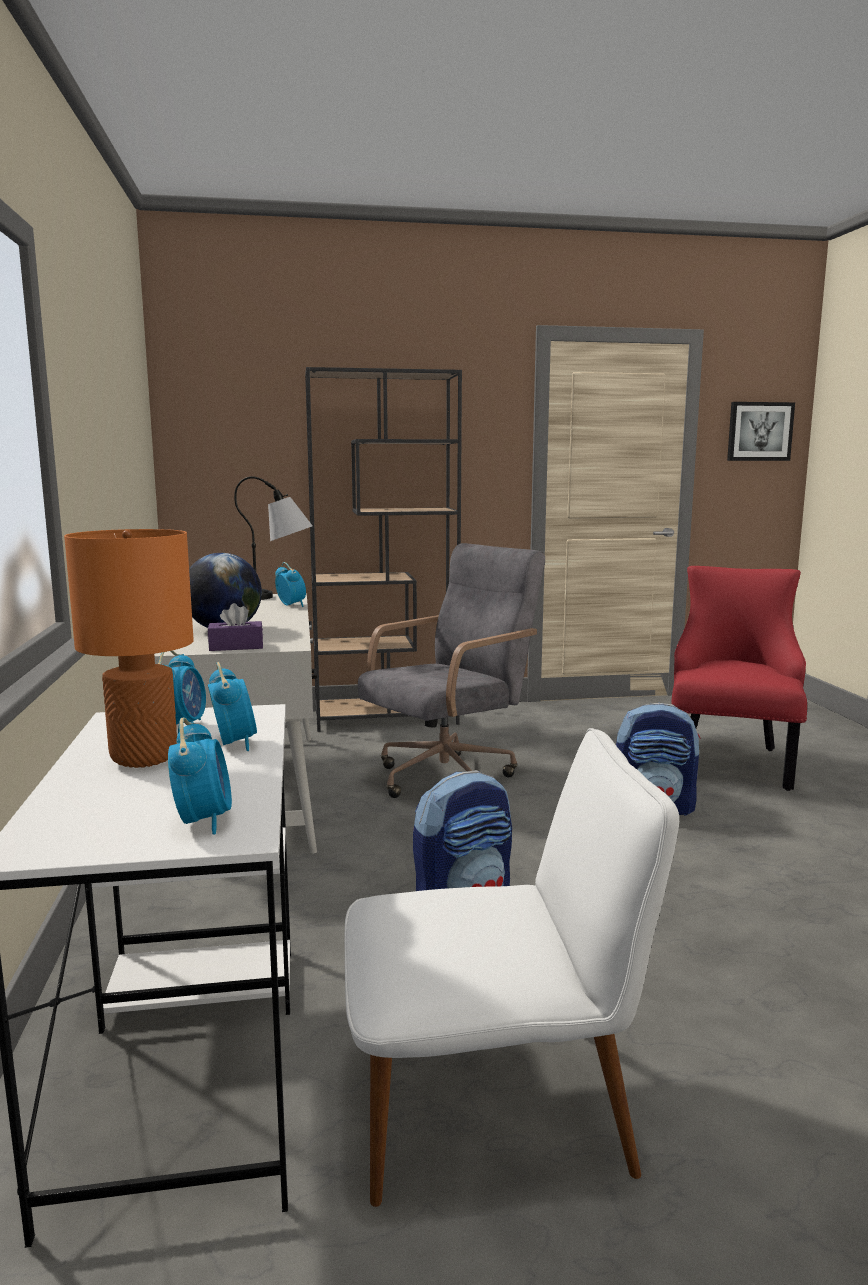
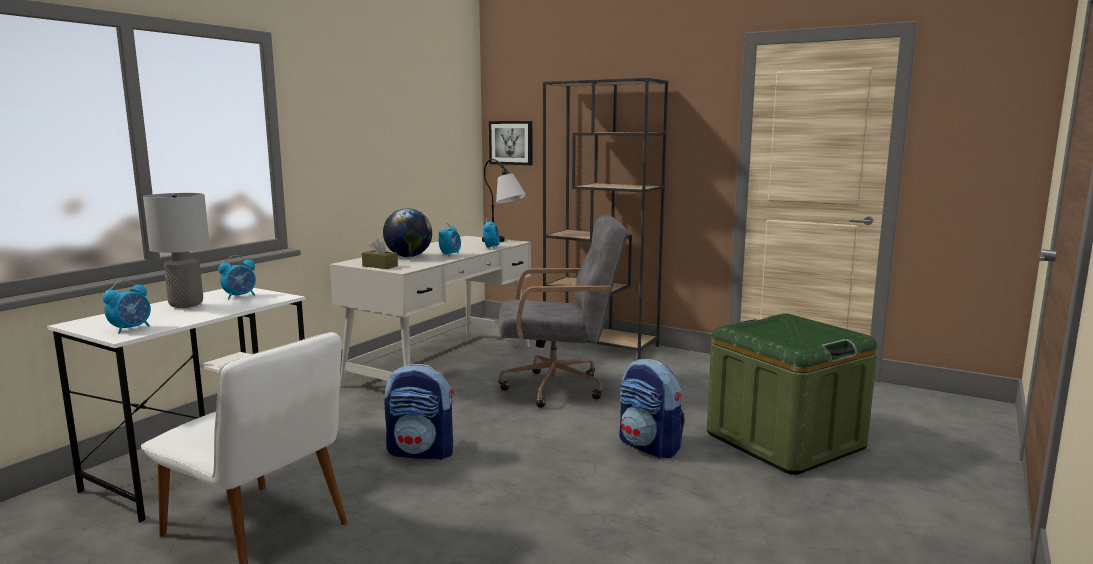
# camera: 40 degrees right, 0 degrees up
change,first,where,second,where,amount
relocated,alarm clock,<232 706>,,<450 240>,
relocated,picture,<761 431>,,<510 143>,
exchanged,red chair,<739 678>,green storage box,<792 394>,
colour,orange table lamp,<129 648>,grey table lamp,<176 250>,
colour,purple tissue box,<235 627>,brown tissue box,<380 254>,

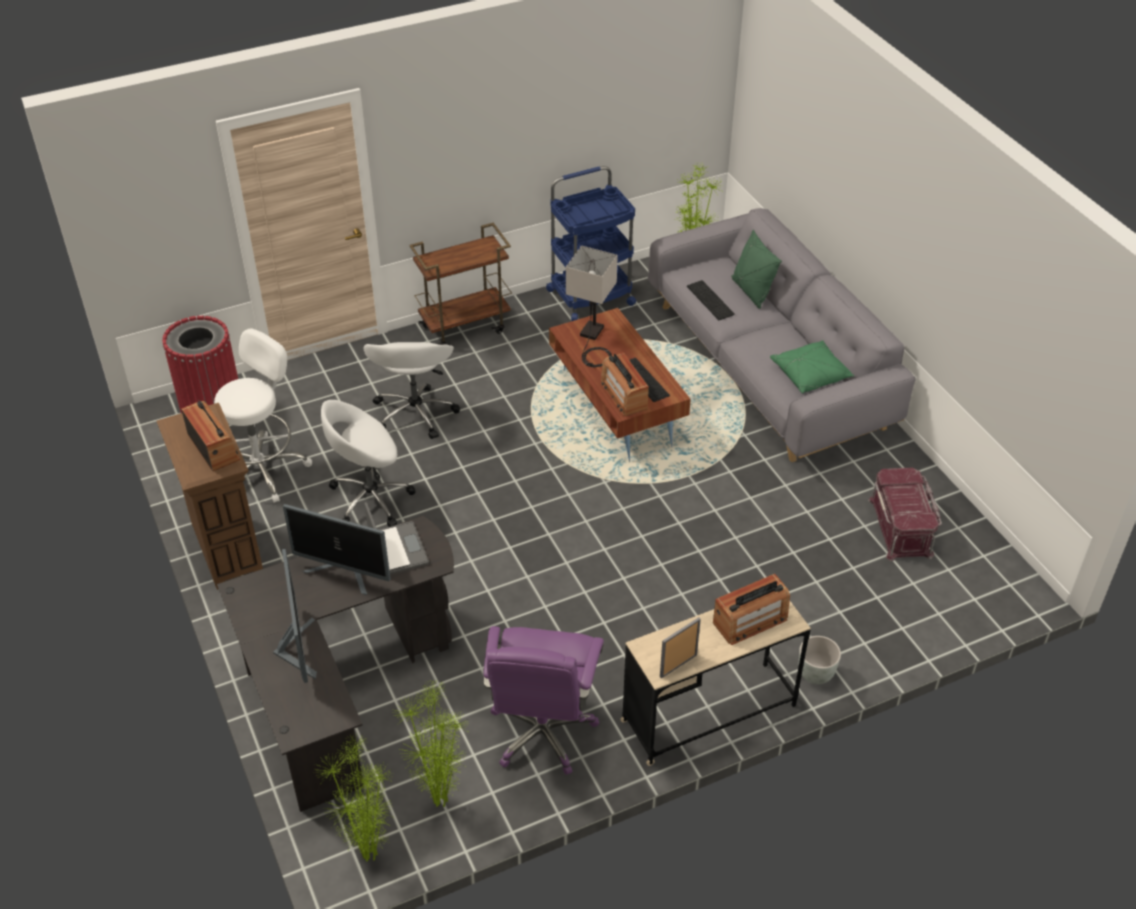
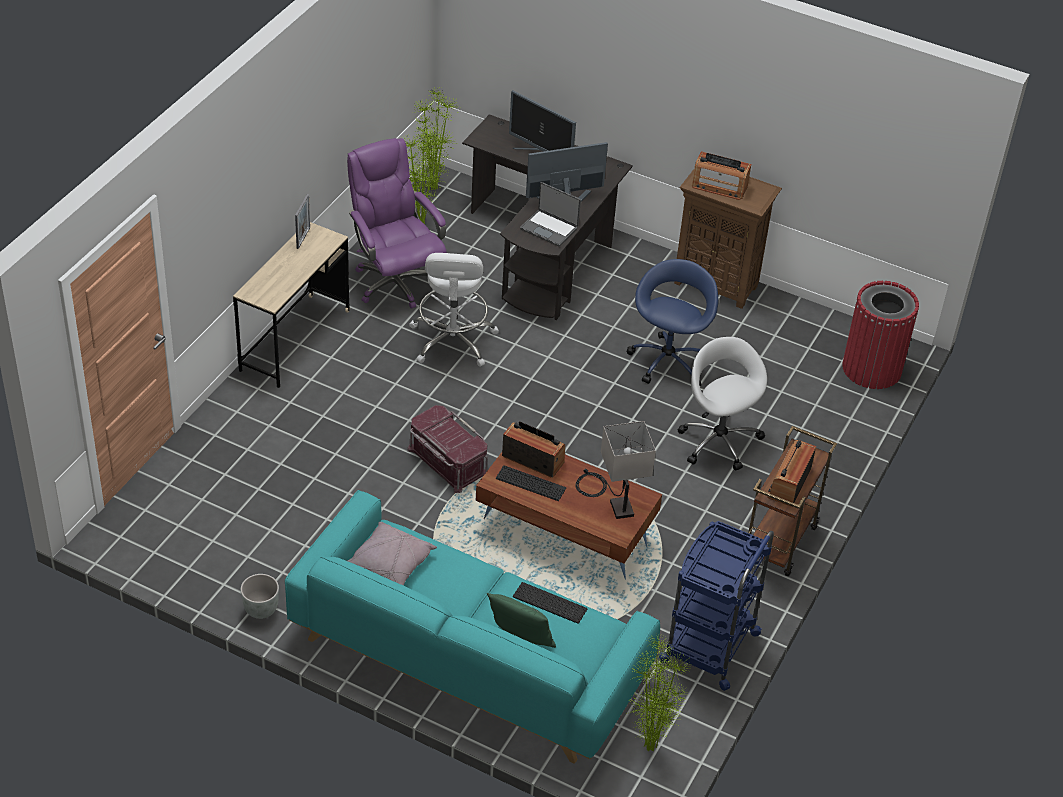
# camera: 140 degrees right, 0 degrees up
change,first,where,second,where,amount
relocated,white stool,<263 415>,,<454 310>,
relocated,radio,<751 609>,,<791 473>,
relocated,grey planter,<820 660>,,<260 596>,
relocated,red storage box,<905 514>,,<447 449>,
colour,white office chair,<368 463>,blue office chair,<673 322>,
colour,grey sofa,<782 335>,turquoise sofa,<472 627>,
colour,green pillow,<812 367>,purple pillow,<392 554>,

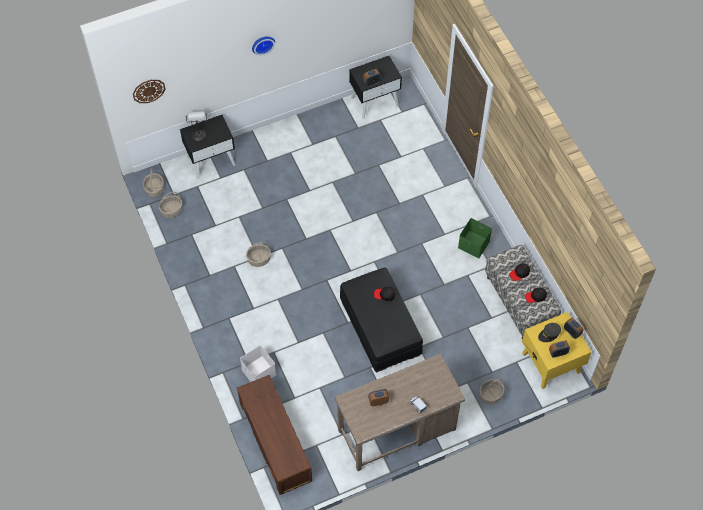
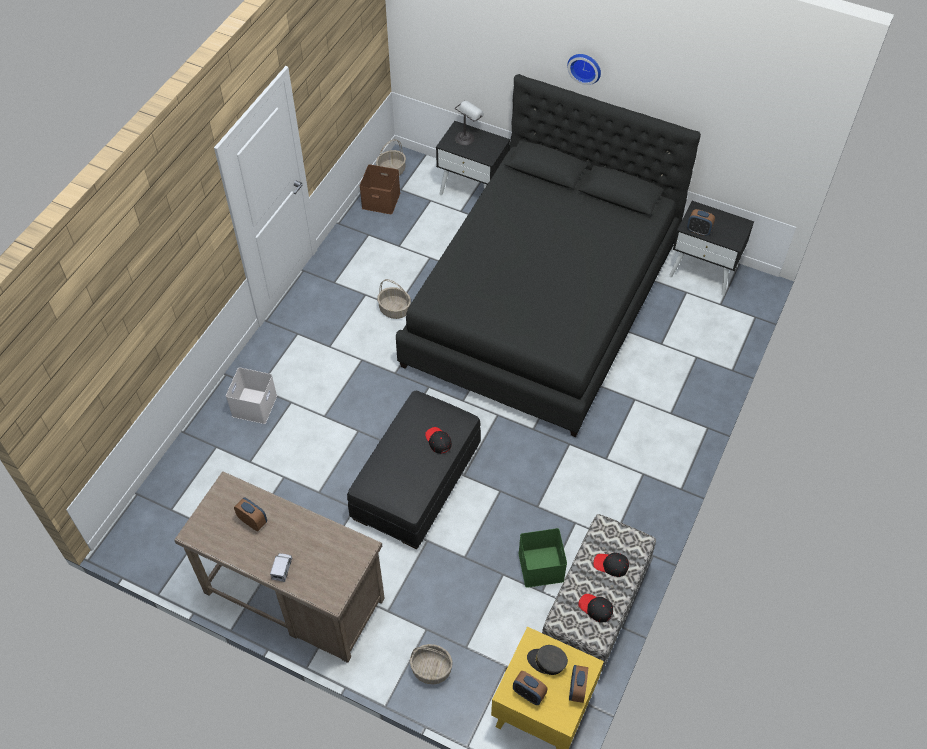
# camera: 50 degrees right, 5 degrees down
change,first,where,second,where,amount
missing,wall clock,<149 91>,,,
missing,brown bench,<274 435>,,,
appeared,,,black bed,<548 255>,
relocated,green storage box,<475 238>,,<542 558>,
exchanged,basket,<170 205>,brown storage box,<380 189>,

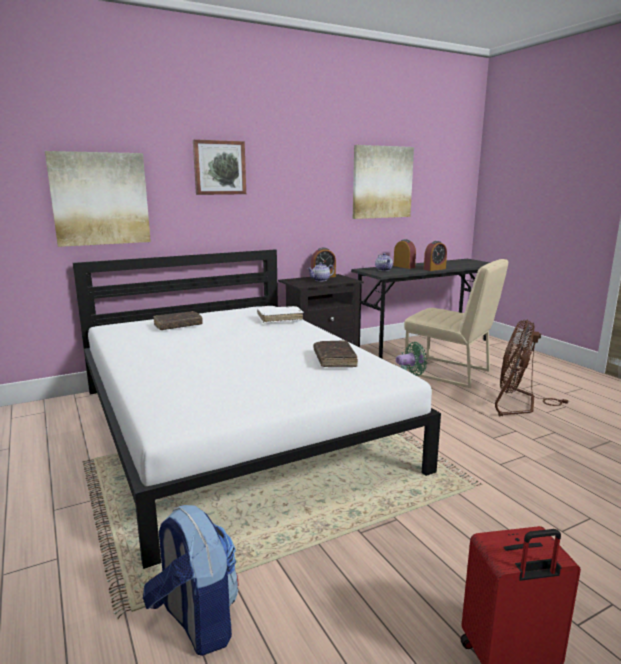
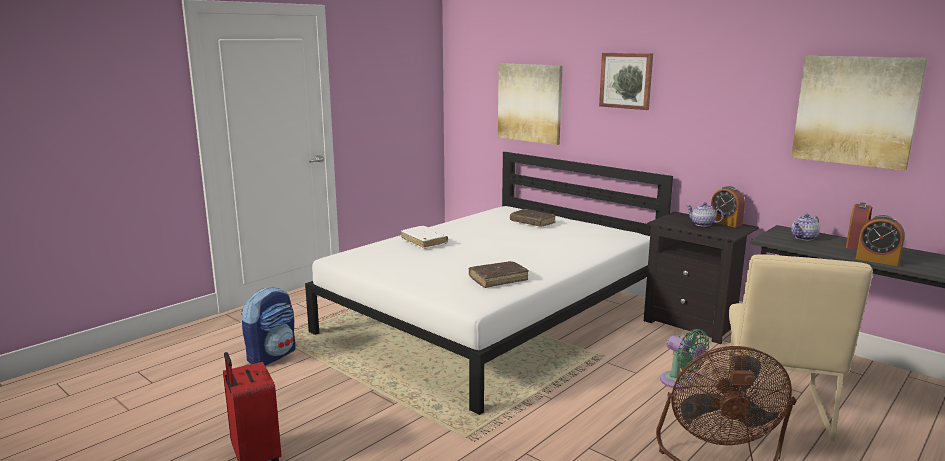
# camera: 70 degrees right, 0 degrees up
change,first,where,second,where,amount
relocated,white book,<280 314>,,<424 237>,

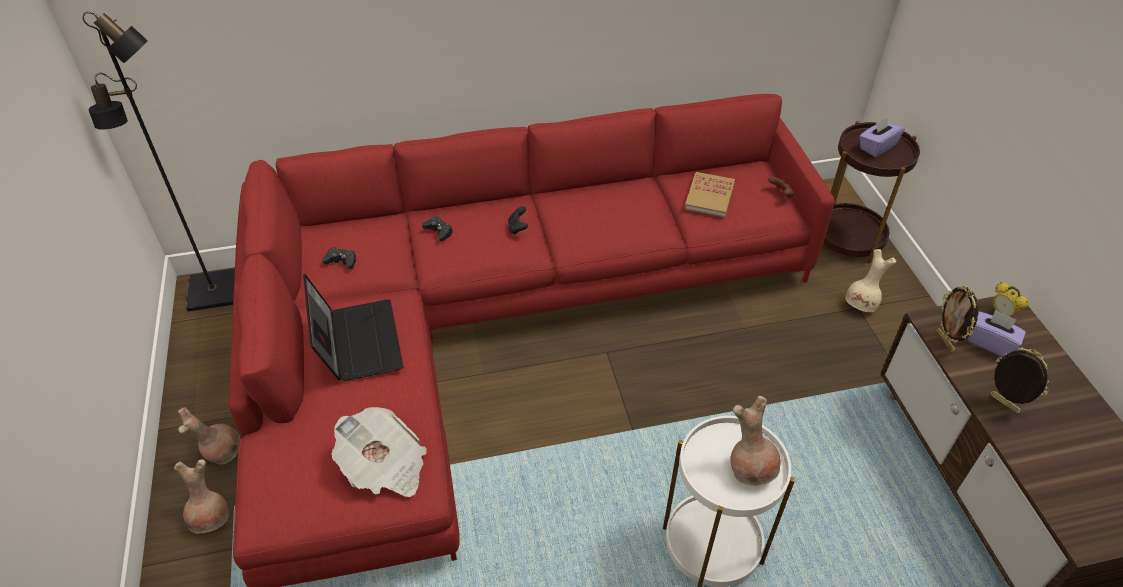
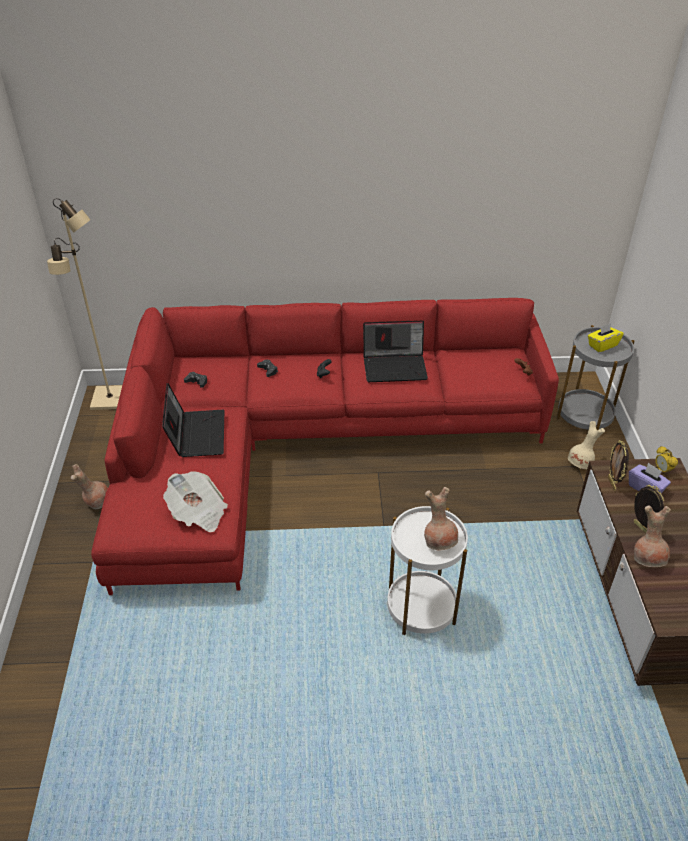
# camera: 10 degrees right, 5 degrees down
change,first,where,second,where,amount
missing,book,<709 195>,,,
appeared,,,laptop,<395 351>,
relocated,brown vase,<201 496>,,<652 536>,
colour,black floor lamp,<158 162>,beige floor lamp,<84 304>,
colour,brown side table,<871 192>,grey side table,<595 377>,
colour,purple tissue box,<882 137>,yellow tissue box,<605 337>,

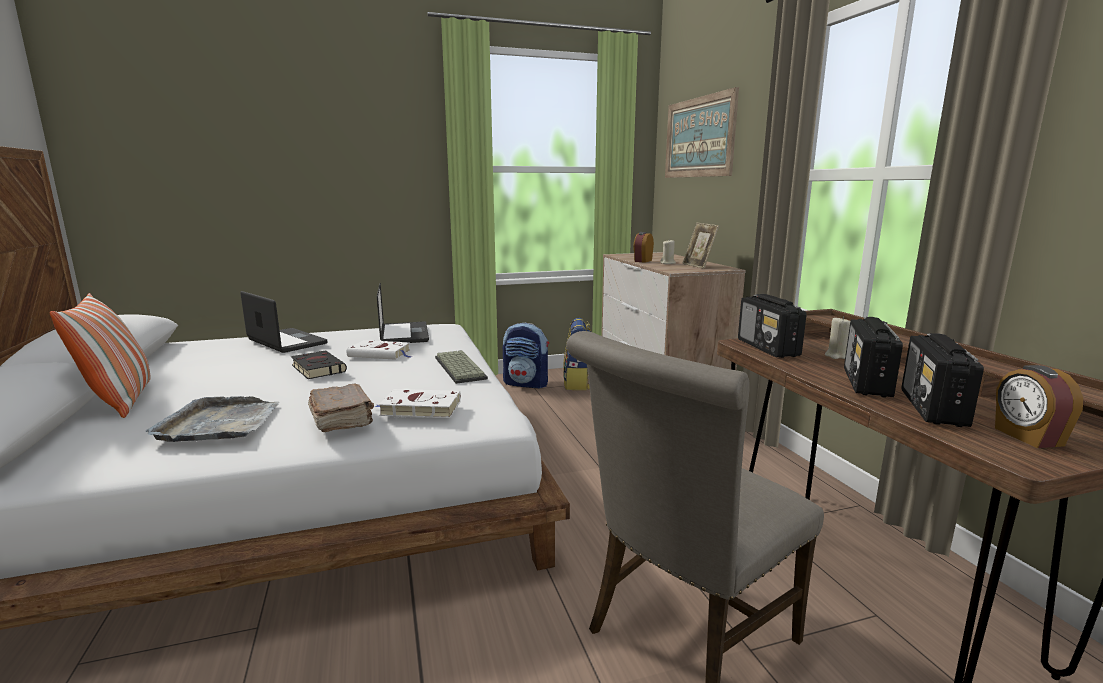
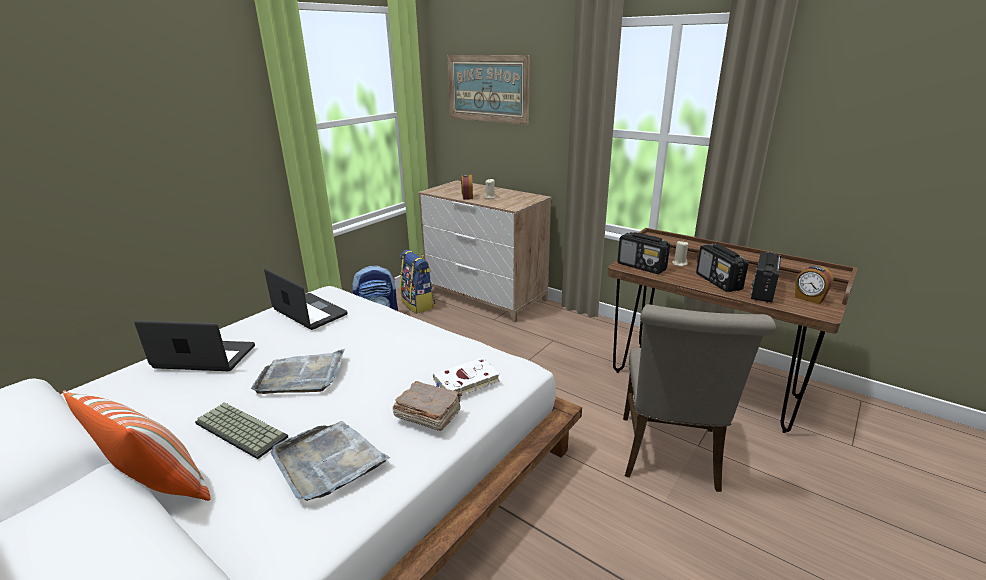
# camera: 35 degrees left, 10 degrees up
change,first,where,second,where,amount
missing,white book,<379 350>,,,
missing,picture frame,<700 246>,,,
relocated,keyboard,<461 367>,,<241 430>,
exchanged,black book,<319 365>,grey tray,<298 371>,
spun,radio,<943 380>,,<765 277>,45 degrees clockwise

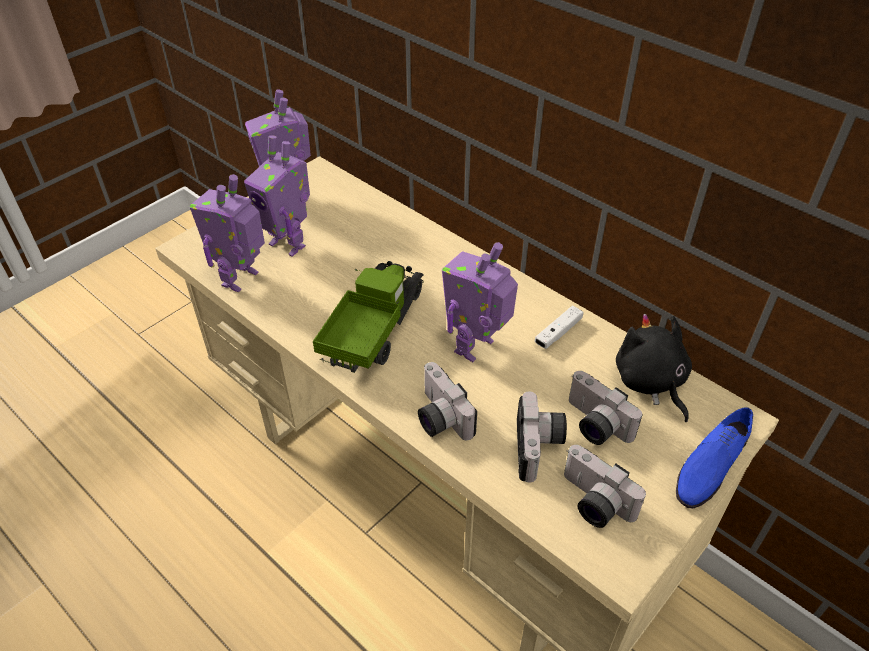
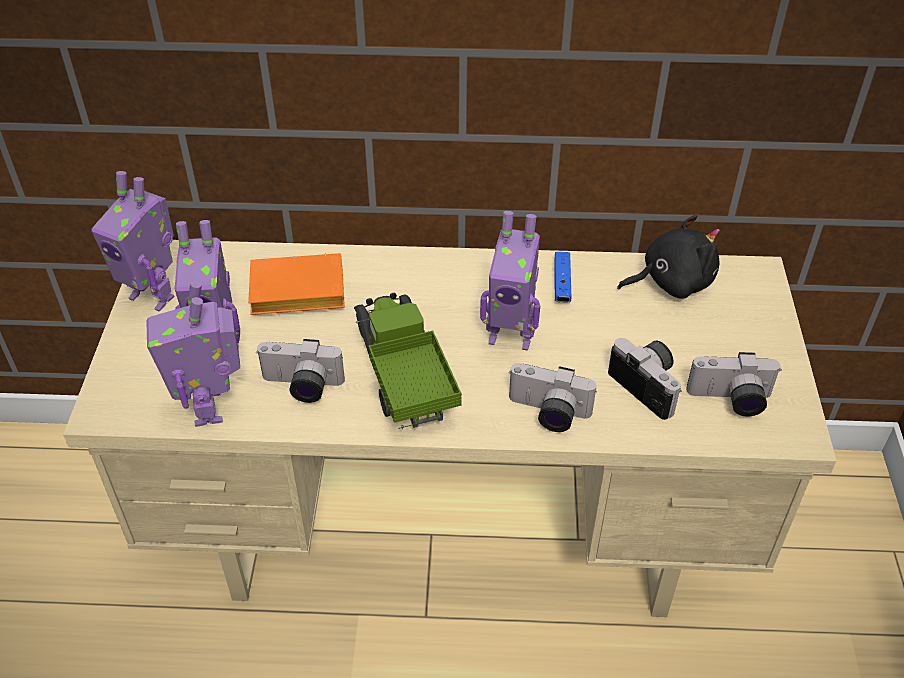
# camera: 40 degrees left, 0 degrees up
change,first,where,second,where,amount
missing,blue shoe,<714 457>,,,
appeared,,,orange book,<296 284>,
relocated,photo camera,<606 408>,,<300 371>,
colour,white game controller,<559 327>,blue game controller,<563 277>,
spun,toy robot,<480 302>,,<510 281>,75 degrees counterclockwise
spun,black plush toy,<654 368>,,<668 257>,135 degrees clockwise

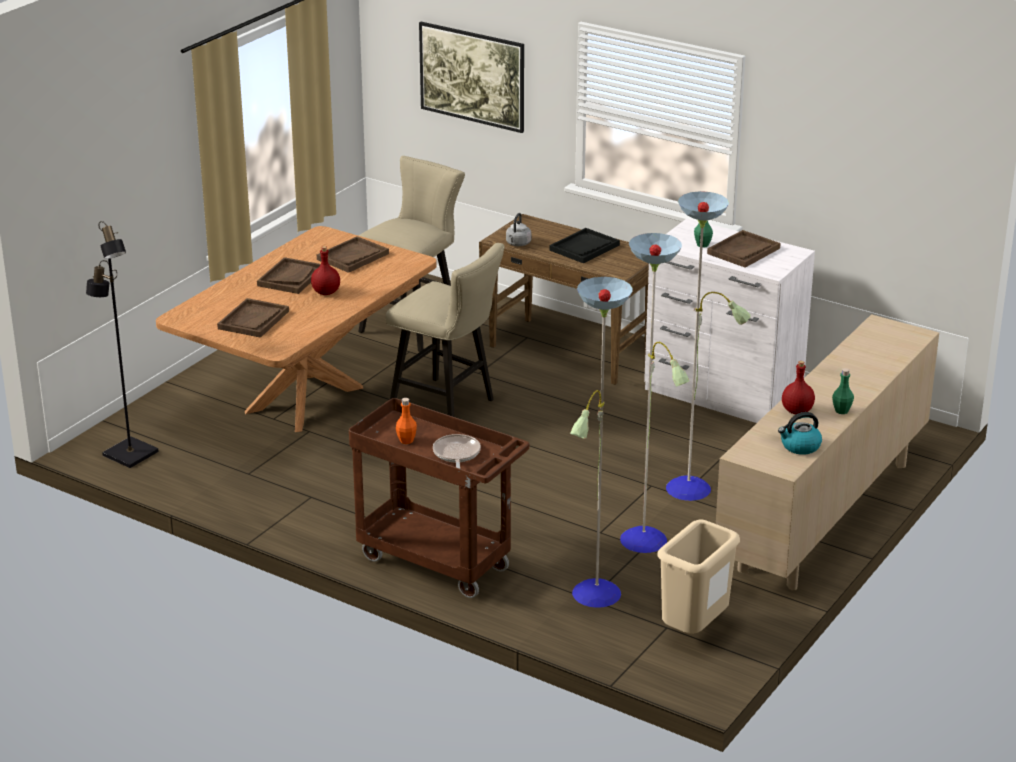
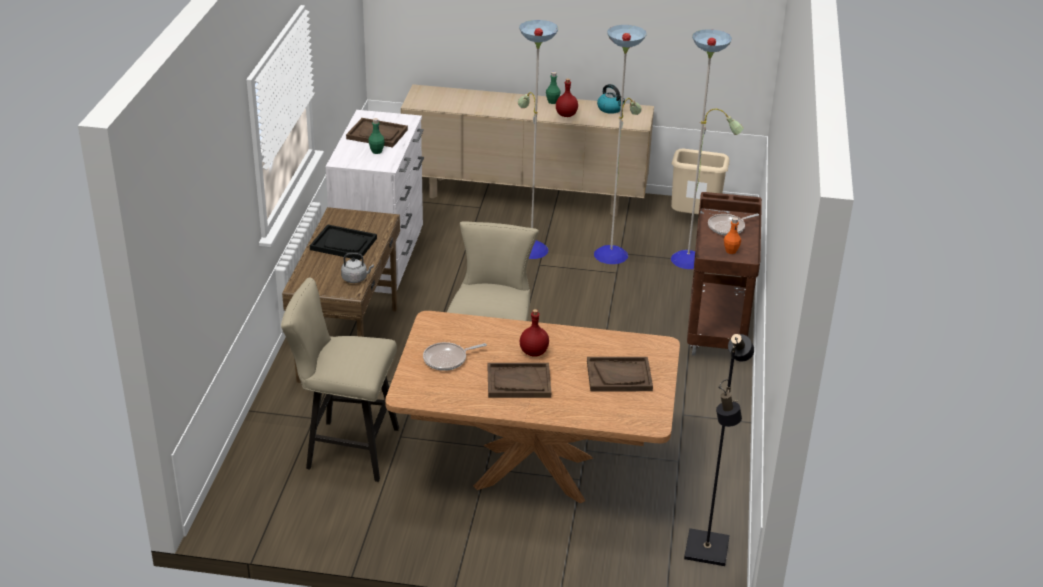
# camera: 115 degrees left, 5 degrees up
change,first,where,second,where,amount
missing,picture,<471 77>,,,
exchanged,brown tray,<353 254>,frying pan,<455 356>,

